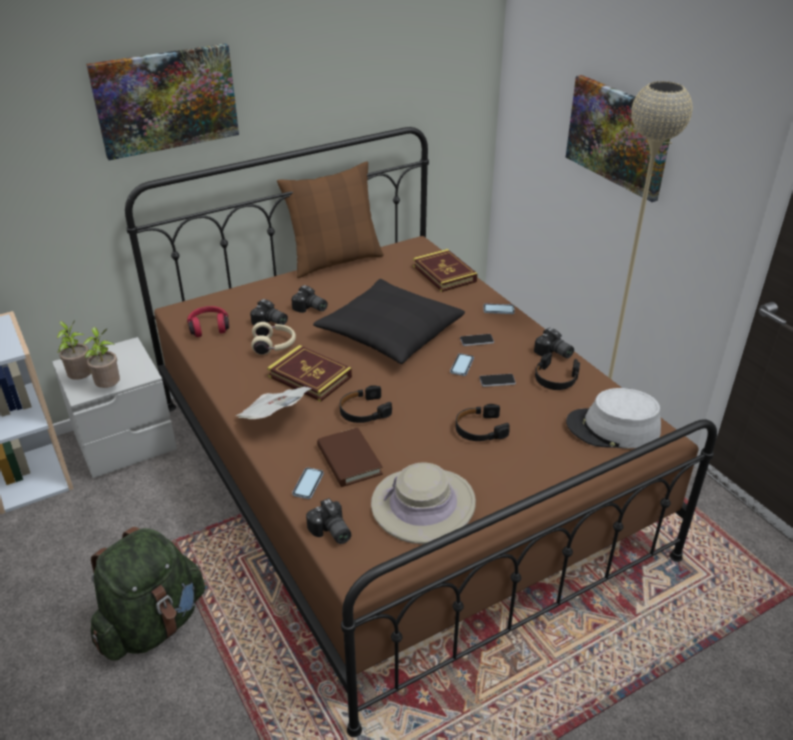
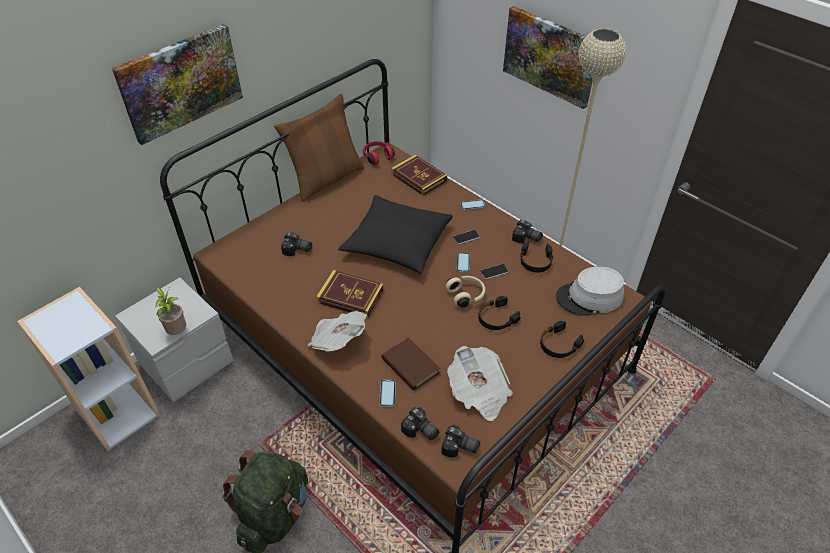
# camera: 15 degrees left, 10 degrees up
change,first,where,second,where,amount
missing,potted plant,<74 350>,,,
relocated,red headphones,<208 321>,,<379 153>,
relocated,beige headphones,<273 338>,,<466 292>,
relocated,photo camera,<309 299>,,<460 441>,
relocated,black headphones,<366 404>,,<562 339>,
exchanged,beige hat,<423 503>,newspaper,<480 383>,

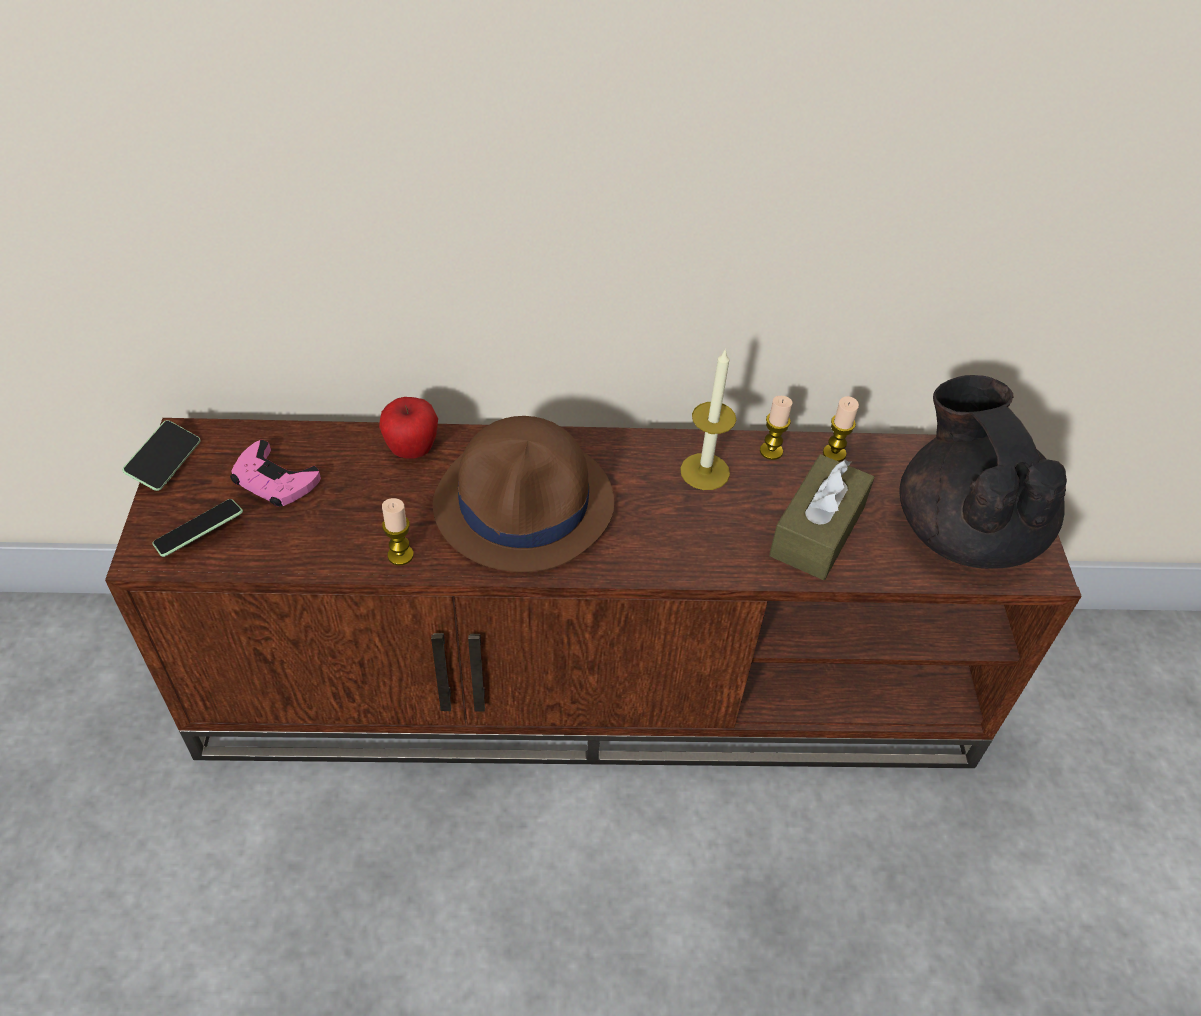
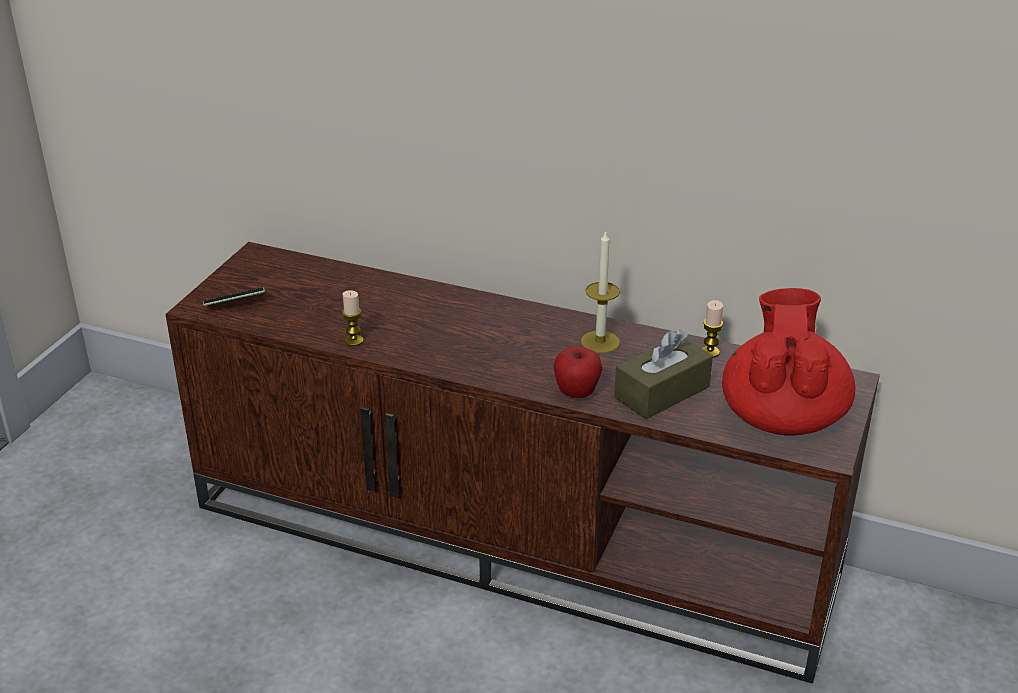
# camera: 25 degrees right, 15 degrees down
change,first,where,second,where,amount
missing,phone,<161 455>,,,
missing,pink game controller,<275 473>,,,
missing,brown hat,<523 494>,,,
missing,candle,<776 428>,,,
relocated,apple,<408 428>,,<578 372>,
colour,black teapot,<983 472>,red teapot,<788 362>,

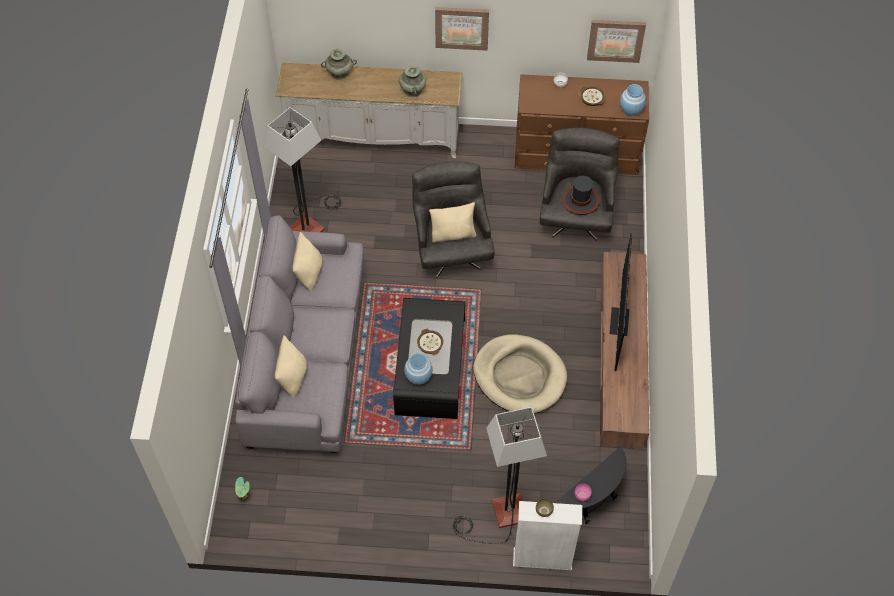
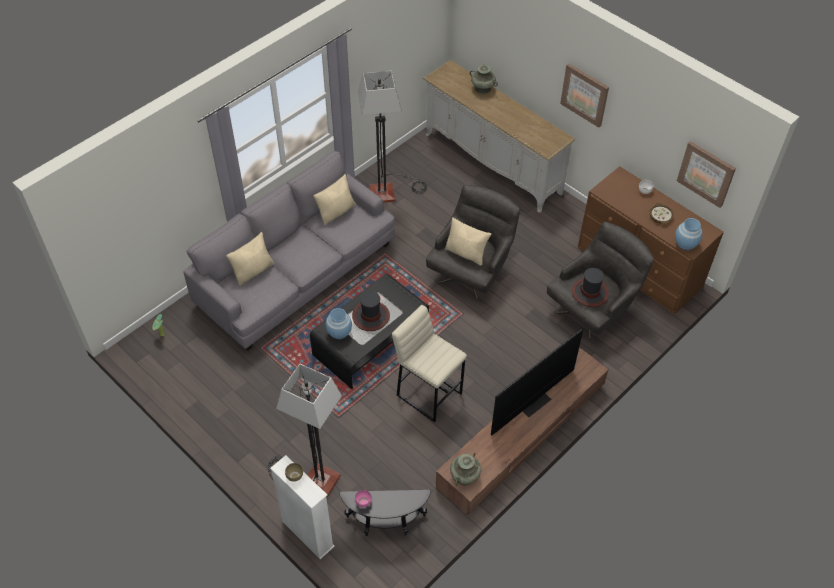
# camera: 40 degrees right, 5 degrees down
change,first,where,second,where,amount
relocated,turquoise vase,<412 81>,,<465 469>,
exchanged,bowl,<430 342>,hat,<371 311>,
exchanged,beige dog bed,<520 373>,beige stool,<429 363>,

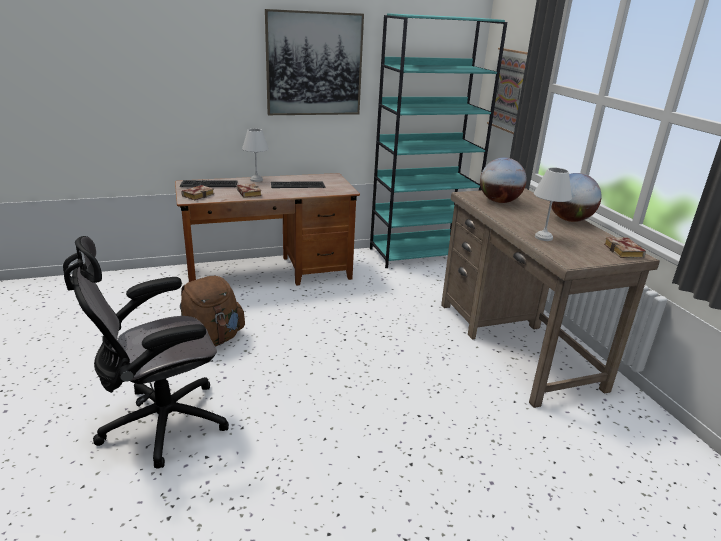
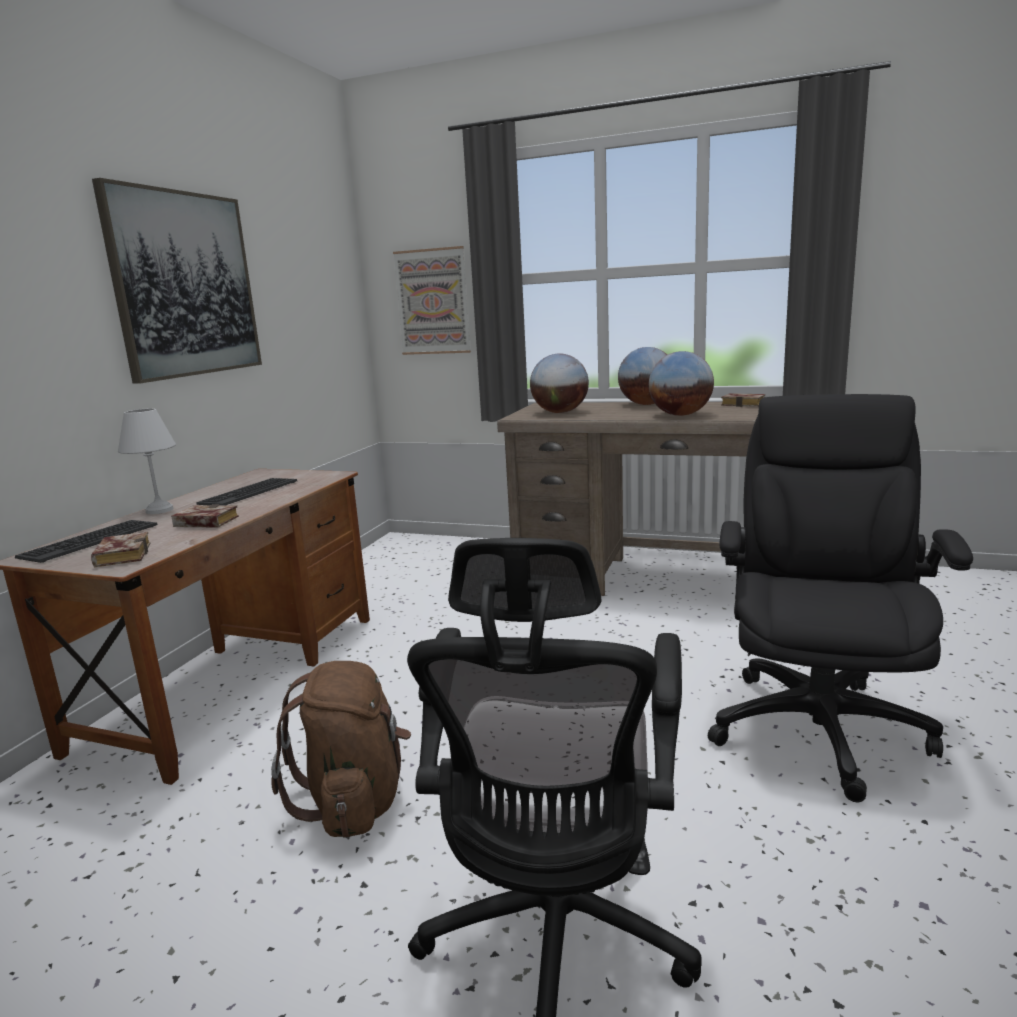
# camera: 50 degrees left, 10 degrees down
change,first,where,second,where,amount
missing,turquoise bookcase,<438 140>,,,
appeared,,,black office chair,<840 598>,
exchanged,white table lamp,<553 204>,globe,<681 383>,

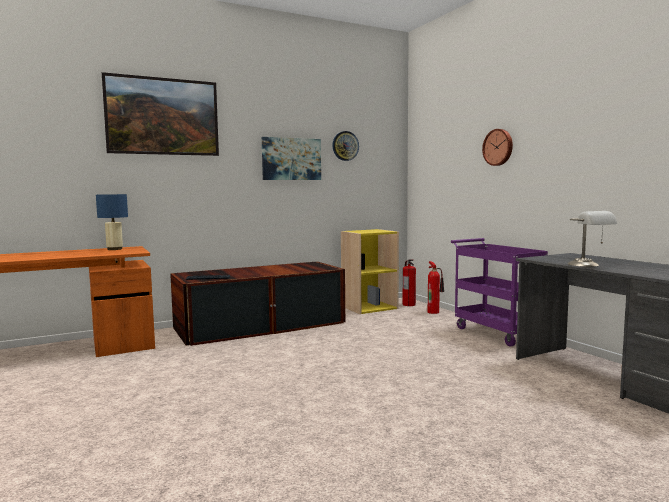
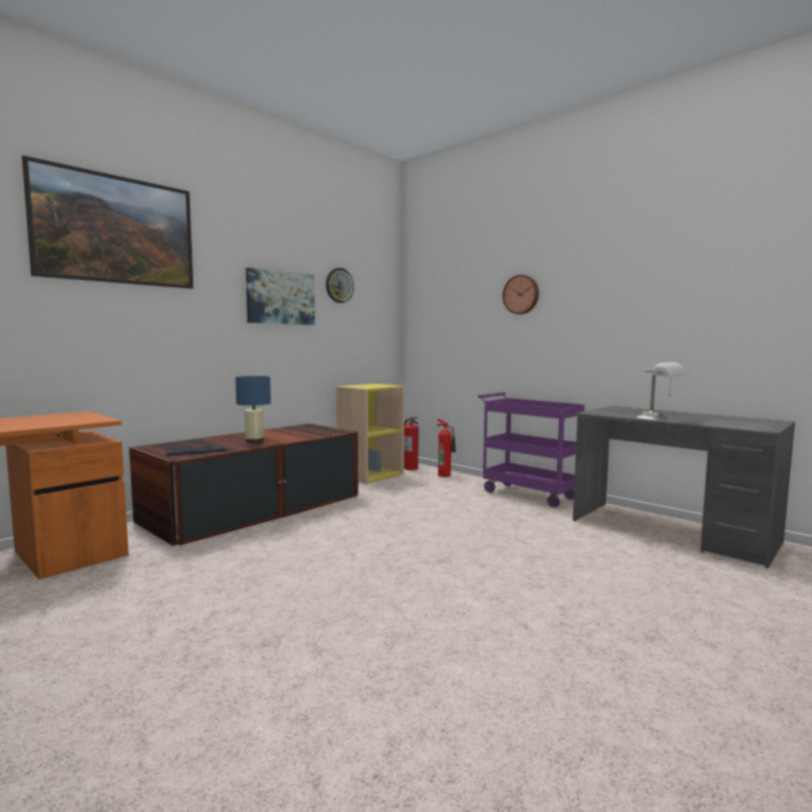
# camera: 20 degrees left, 0 degrees up
change,first,where,second,where,amount
relocated,blue table lamp,<112 222>,,<253 409>,

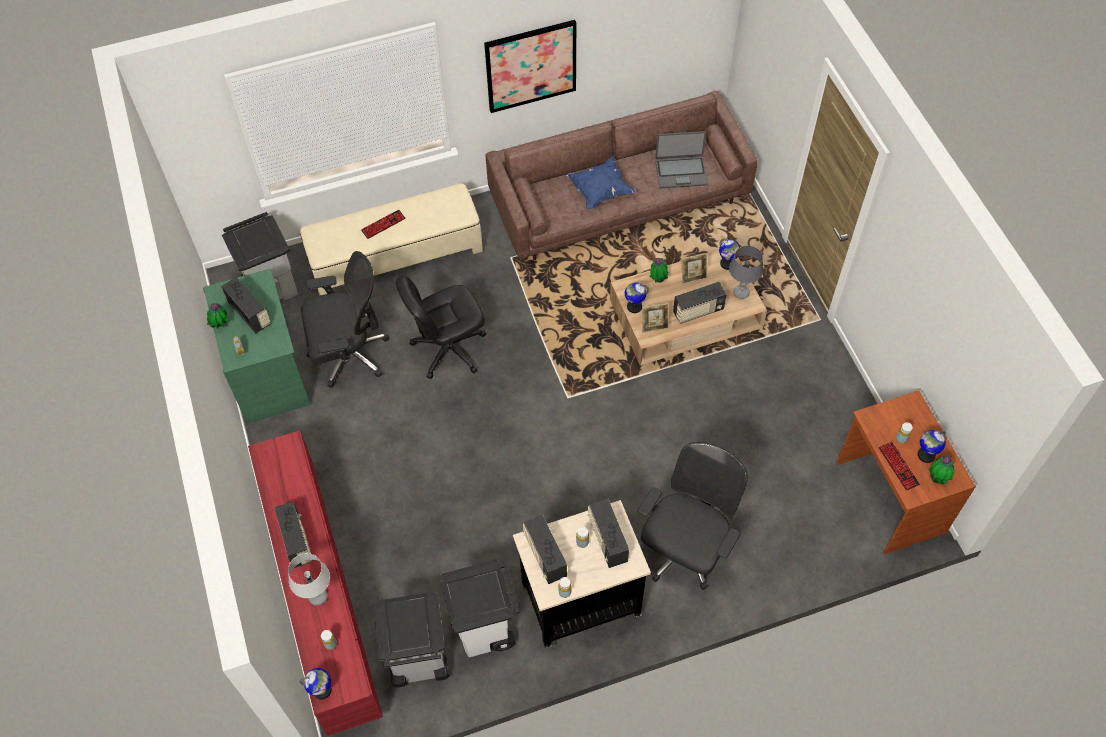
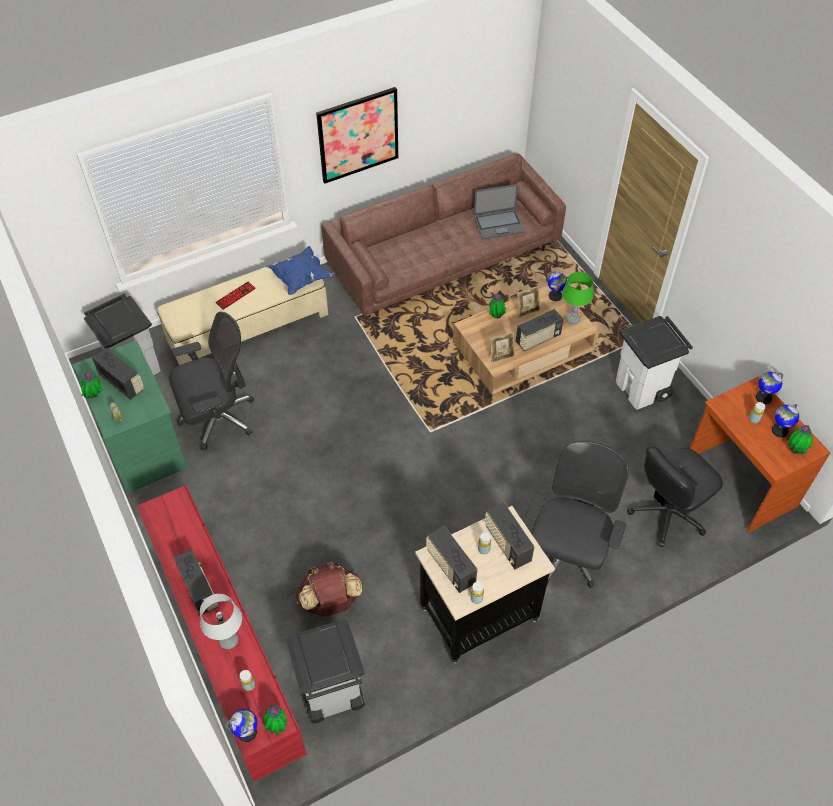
# camera: 10 degrees left, 5 degrees down
change,first,where,second,where,amount
missing,keyboard,<899 466>,,,
appeared,,,potted plant,<275 720>,
appeared,,,brown backpack,<328 589>,
relocated,black office chair,<441 327>,,<675 496>,
relocated,white trash can,<480 608>,,<654 363>,
relocated,blue pillow,<601 183>,,<300 270>,
relocated,globe,<637 297>,,<769 388>,
colour,grey table lamp,<746 272>,green table lamp,<578 298>,

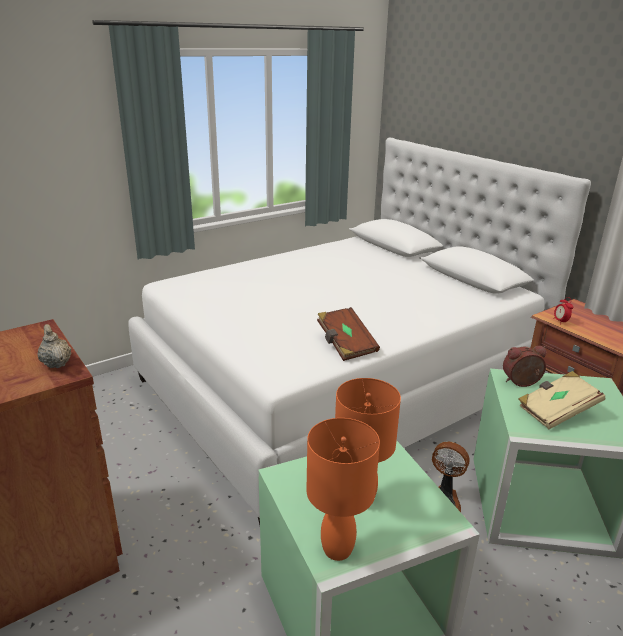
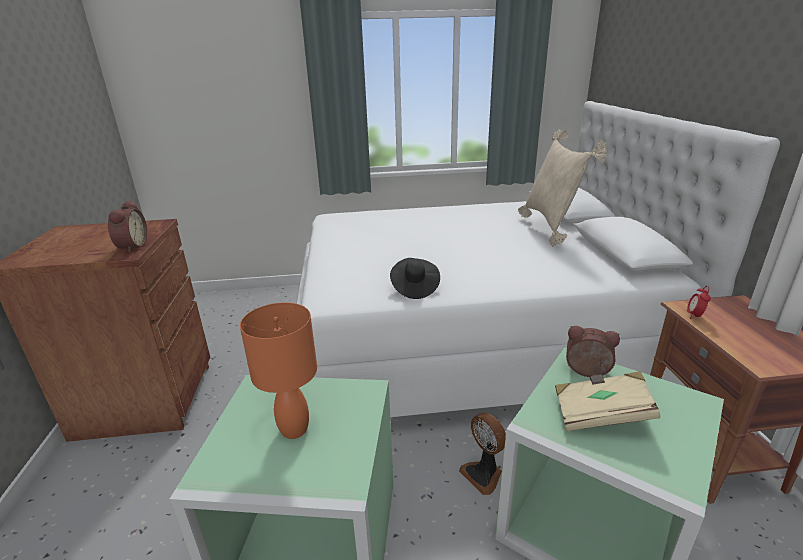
# camera: 30 degrees right, 0 degrees up
change,first,where,second,where,amount
missing,orange table lamp,<343 489>,,,
appeared,,,beige pillow,<562 187>,
exchanged,beige teapot,<54 346>,alarm clock,<127 227>,
exchanged,brown book,<348 334>,black hat,<415 278>,

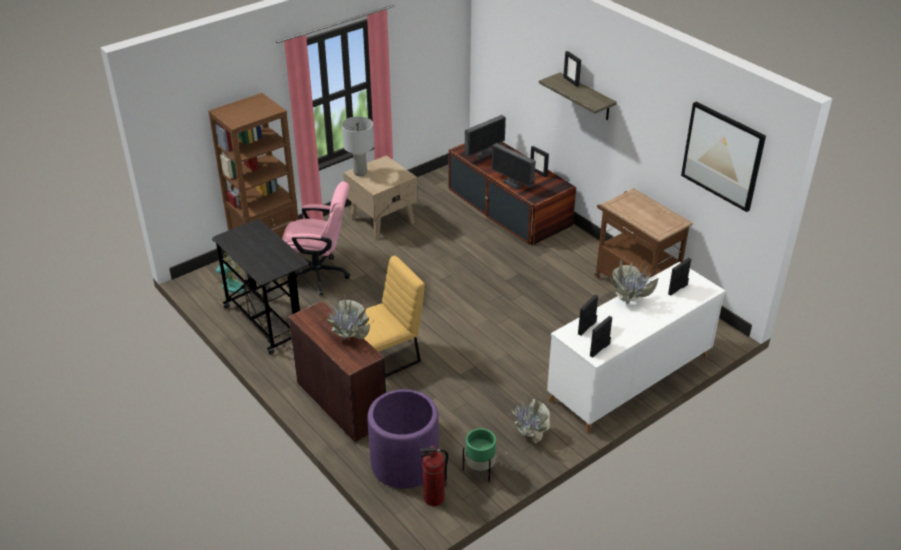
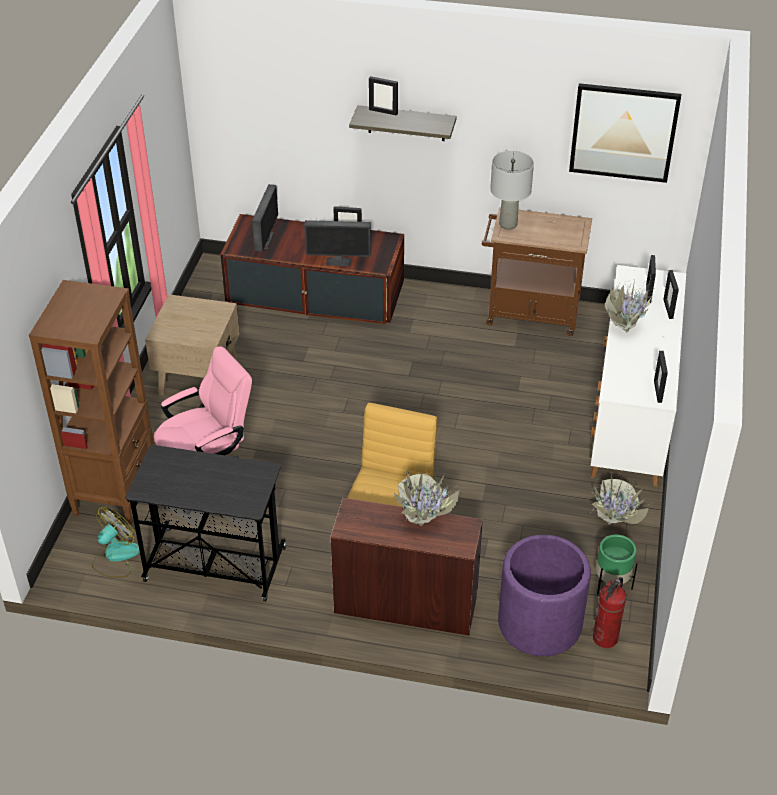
# camera: 40 degrees left, 5 degrees up
change,first,where,second,where,amount
relocated,grey table lamp,<358 146>,,<512 190>,
relocated,picture frame,<588 315>,,<671 294>,

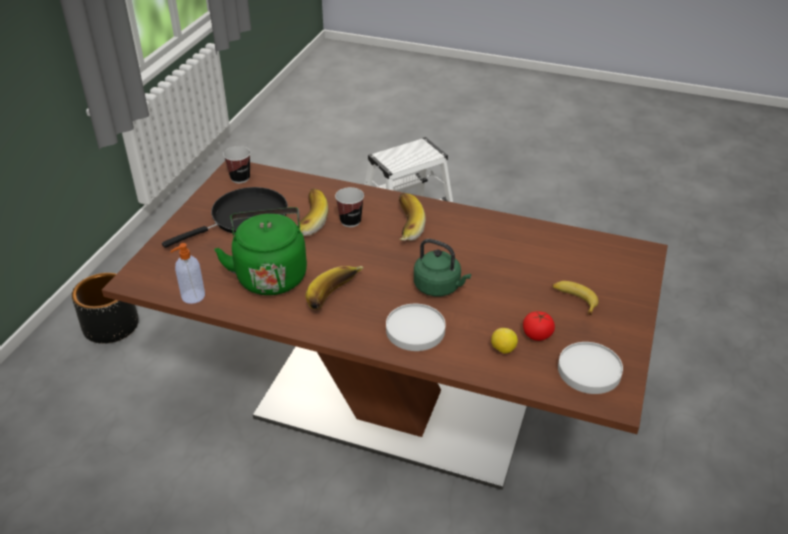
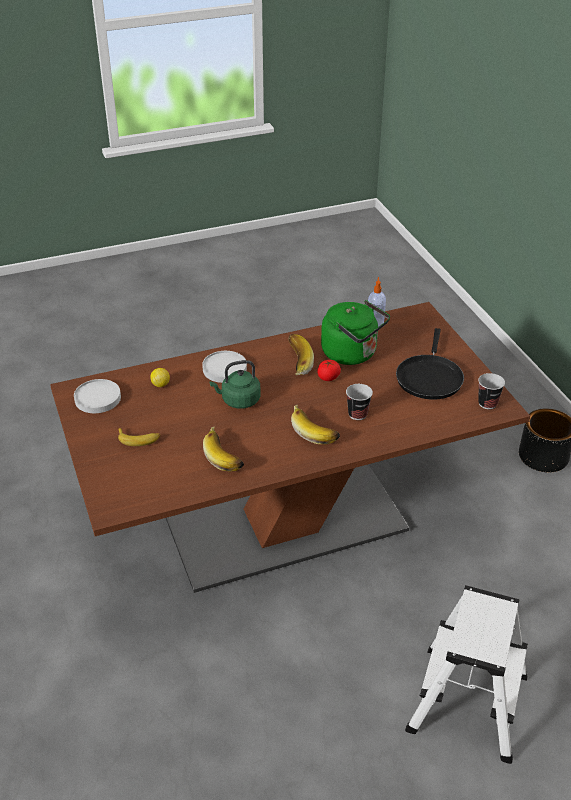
# camera: 140 degrees right, 0 degrees up
change,first,where,second,where,amount
relocated,banana,<313 212>,,<223 448>,
relocated,tomato,<539 326>,,<329 370>,

